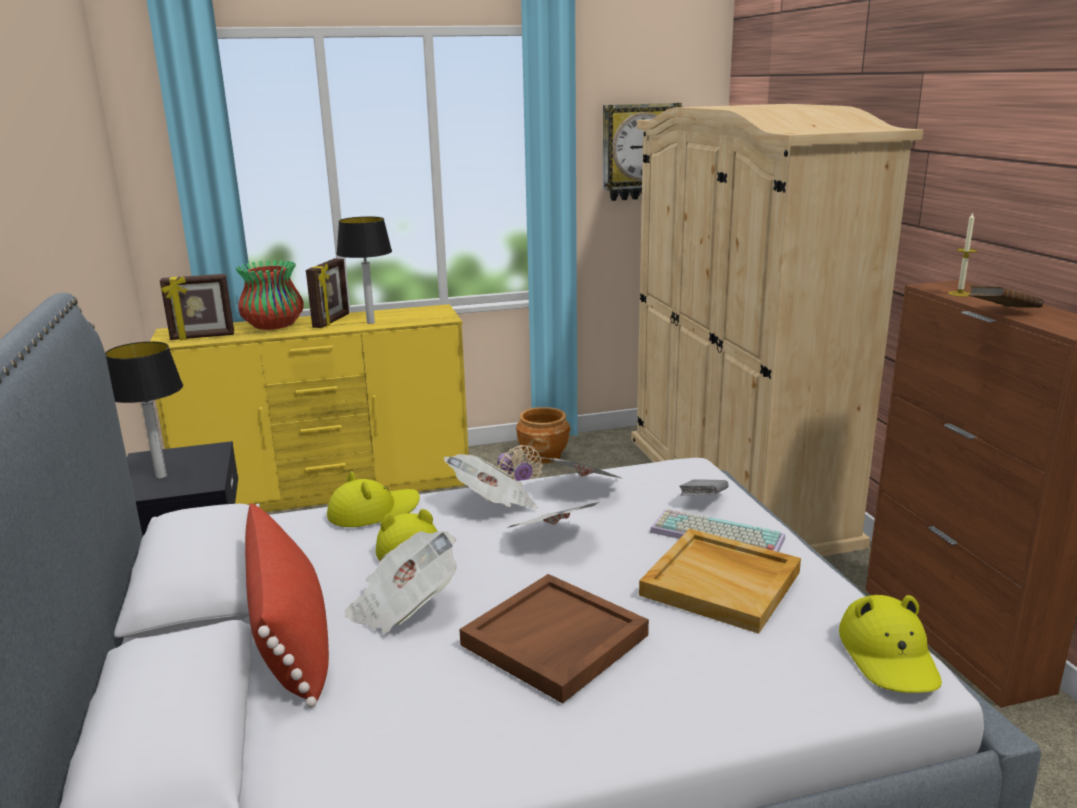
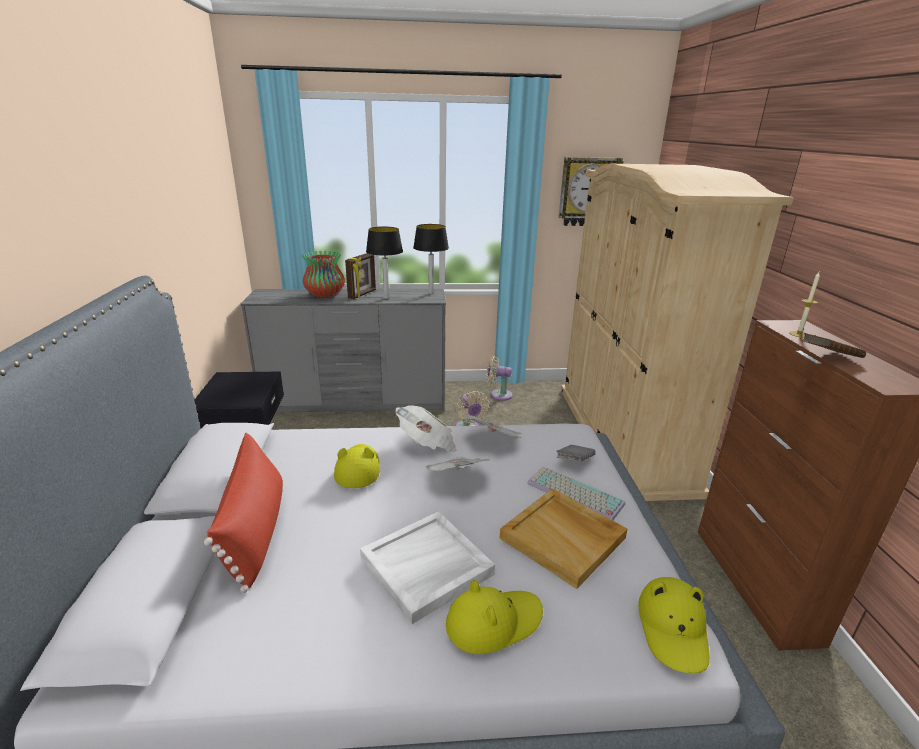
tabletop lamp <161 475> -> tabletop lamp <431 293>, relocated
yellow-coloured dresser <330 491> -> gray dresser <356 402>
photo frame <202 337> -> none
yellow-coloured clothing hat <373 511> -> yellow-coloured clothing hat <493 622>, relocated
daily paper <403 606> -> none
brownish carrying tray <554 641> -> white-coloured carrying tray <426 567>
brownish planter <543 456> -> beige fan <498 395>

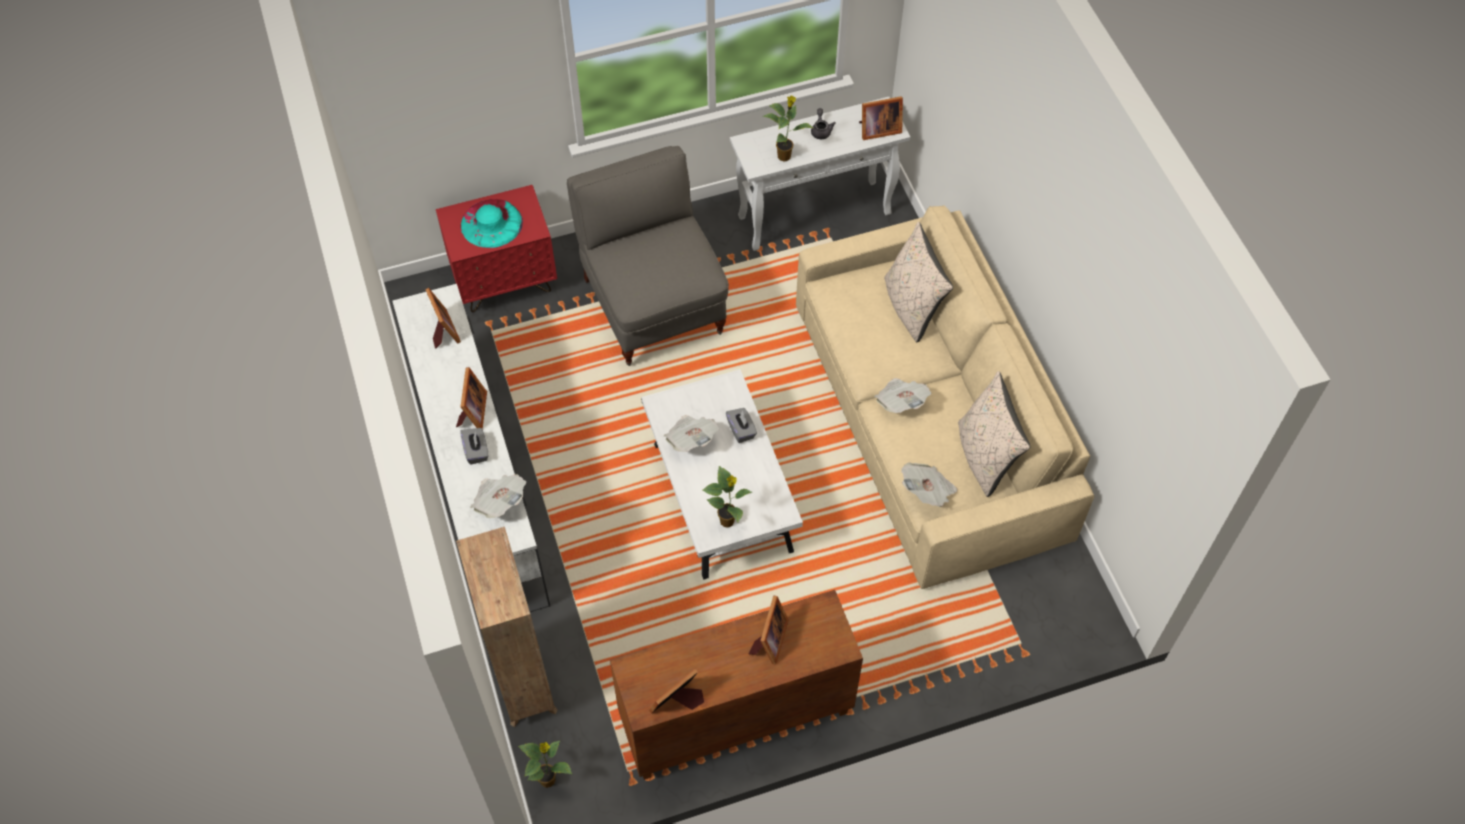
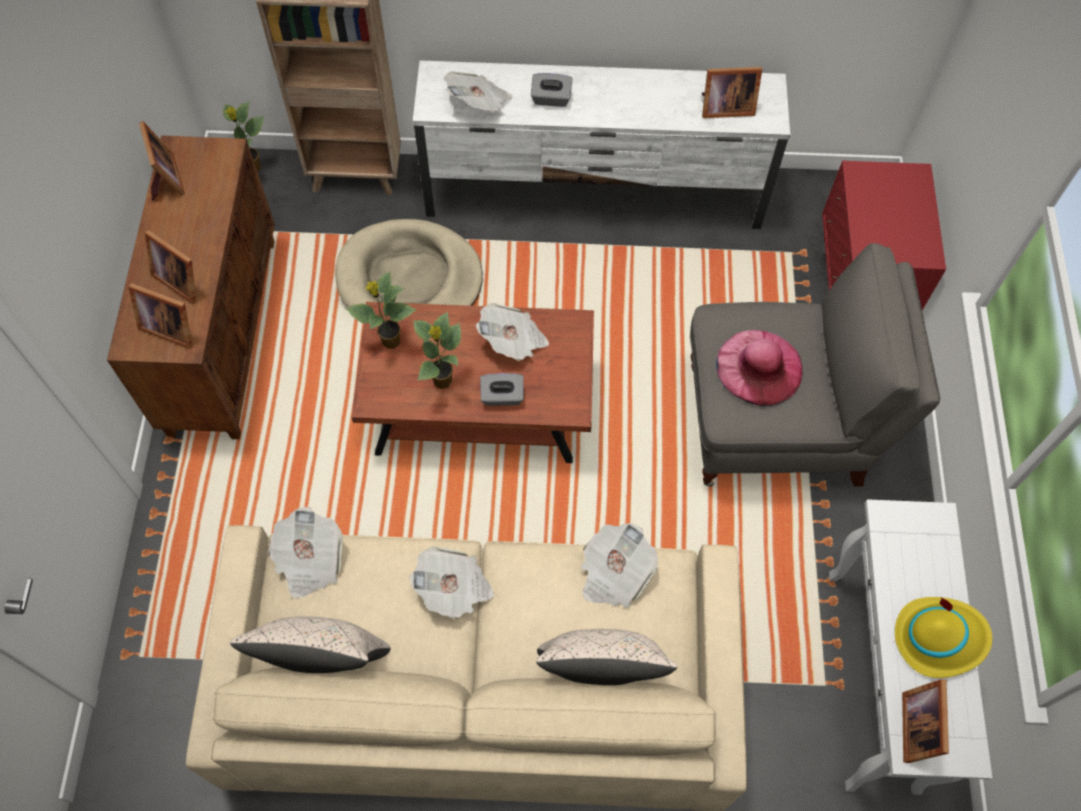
photo frame <472 412> -> photo frame <169 326>, relocated
turquoise-coloured clothing hat <491 223> -> none
white-coloured coffee table <721 497> -> brownish coffee table <478 408>
potted plant <785 156> -> potted plant <443 382>, relocated
gray tea pot <821 130> -> yellow-coloured clothing hat <939 638>
none -> beige dog cushion <409 279>
none -> daily paper <614 573>
none -> pinkish clothing hat <759 367>

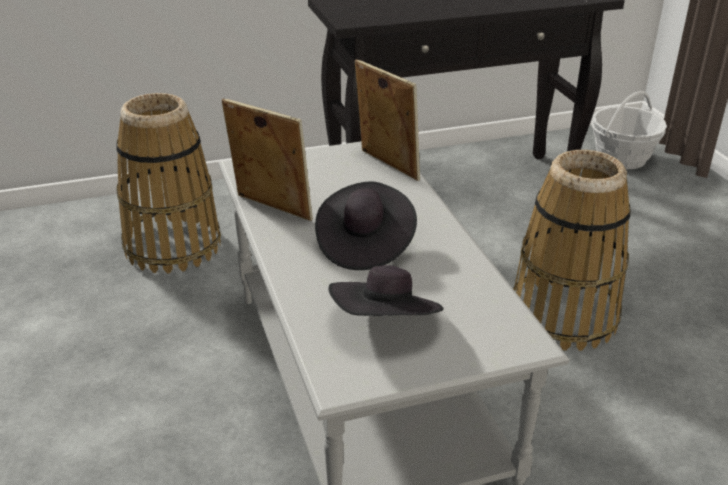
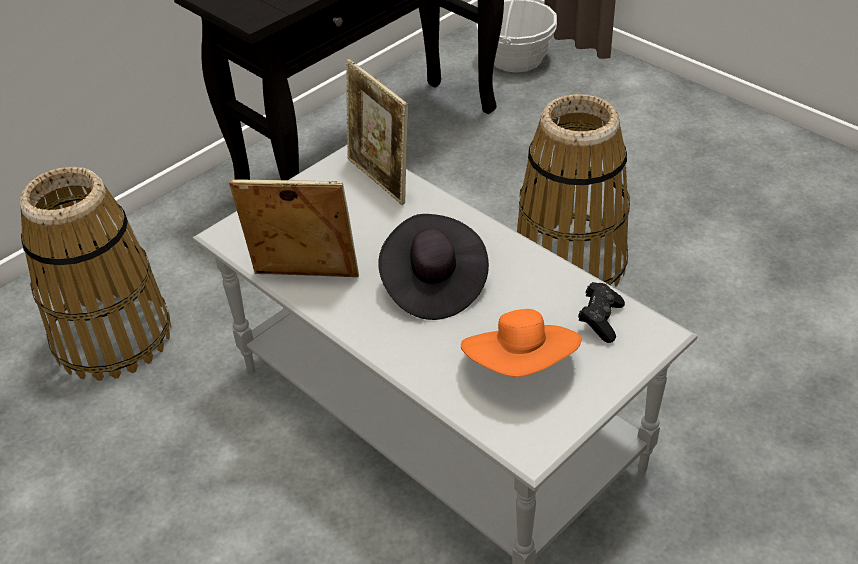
black-coloured clothing hat <386 324> -> orangey clothing hat <521 366>
photo frame <386 166> -> photo frame <380 180>, 150 degrees counterclockwise
none -> black-coloured gamepad <600 320>

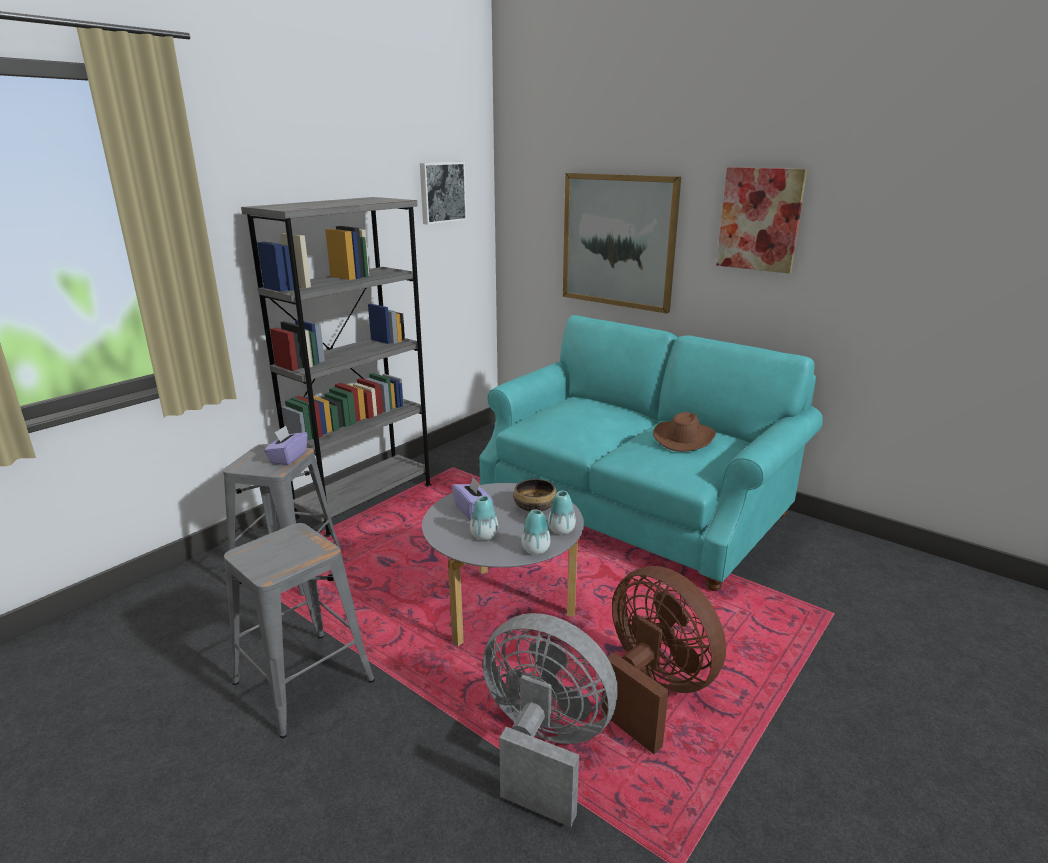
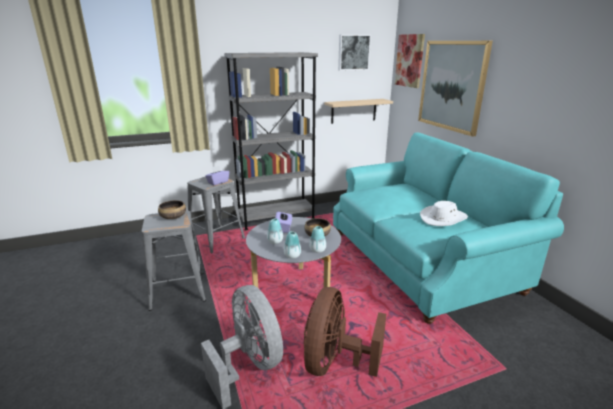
brownish fan <653 689> -> brownish fan <335 362>, 150 degrees counterclockwise
brownish clothing hat <684 438> -> white-coloured clothing hat <443 218>
wall art <760 219> -> wall art <409 60>, relocated
none -> serving bowl <173 217>
none -> shelf <353 111>

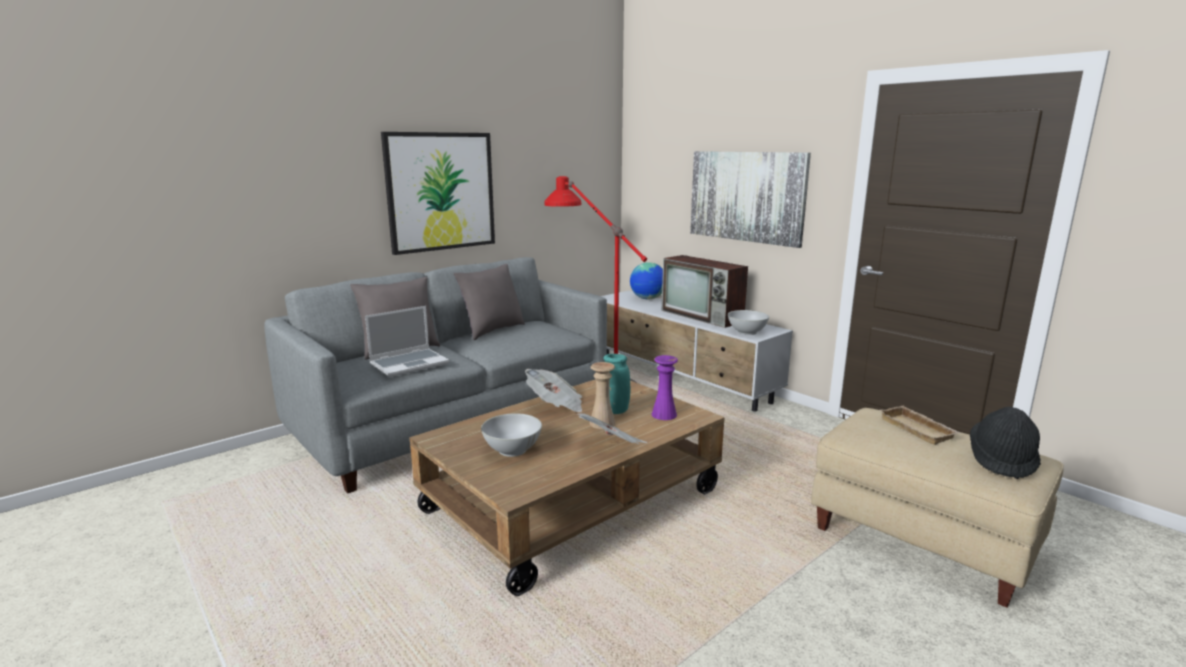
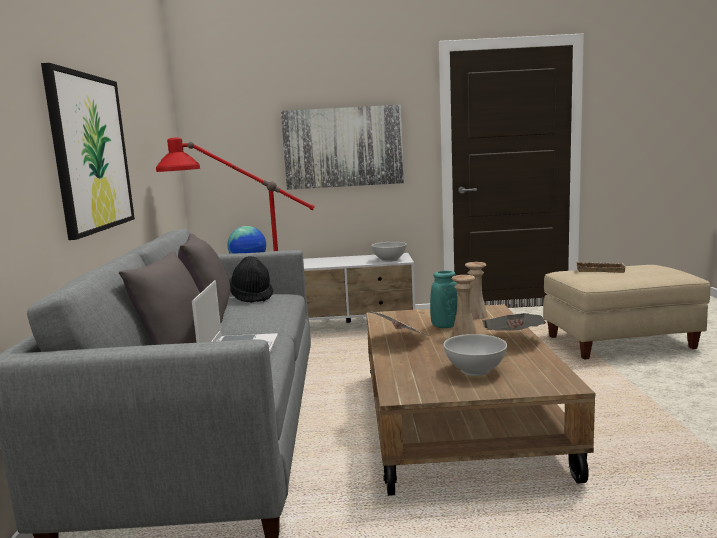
purple-coloured decorative vase <664 414> -> beige decorative vase <476 316>
TV set <703 316> -> none
black-coloured clothing hat <1002 461> -> black-coloured clothing hat <252 297>, relocated

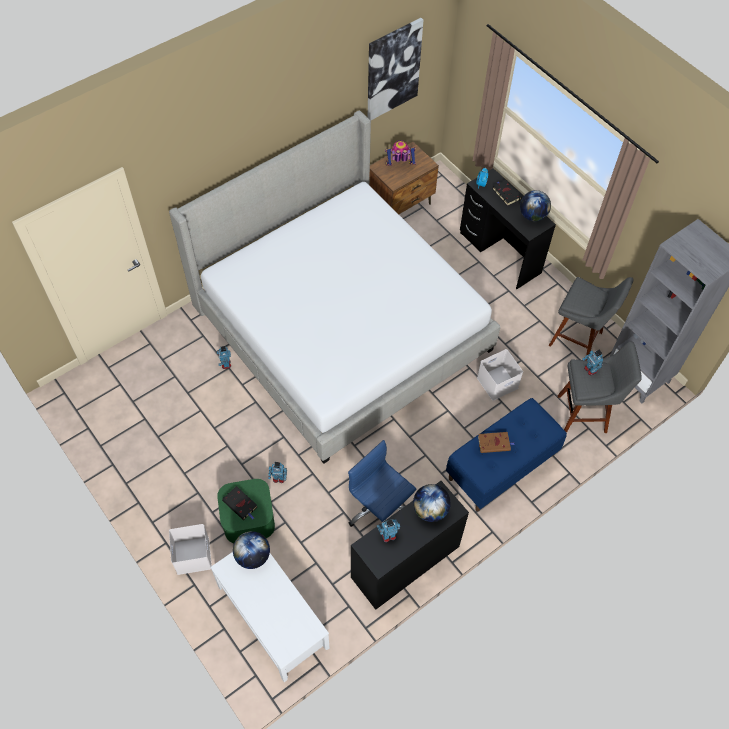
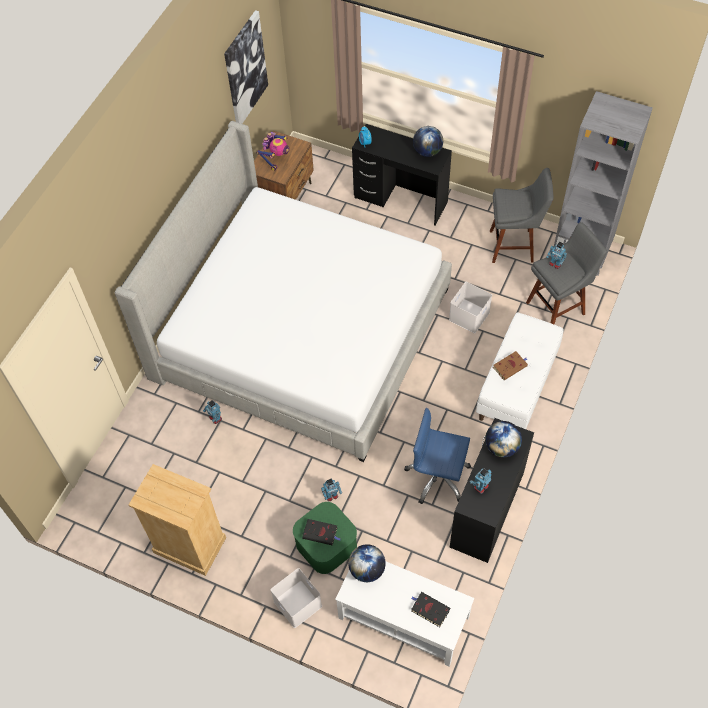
model robot <399 166> -> model robot <276 159>, 150 degrees clockwise
blue-coloured bench <501 467> -> white-coloured bench <517 387>
black-coloured bound book <505 193> -> black-coloured bound book <429 609>, relocated
none -> beige dresser <189 545>

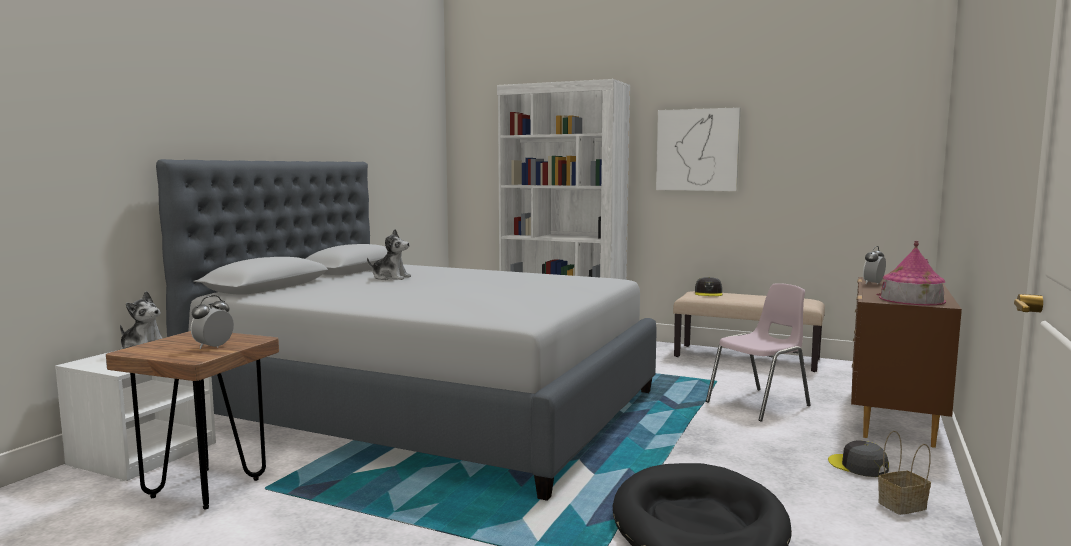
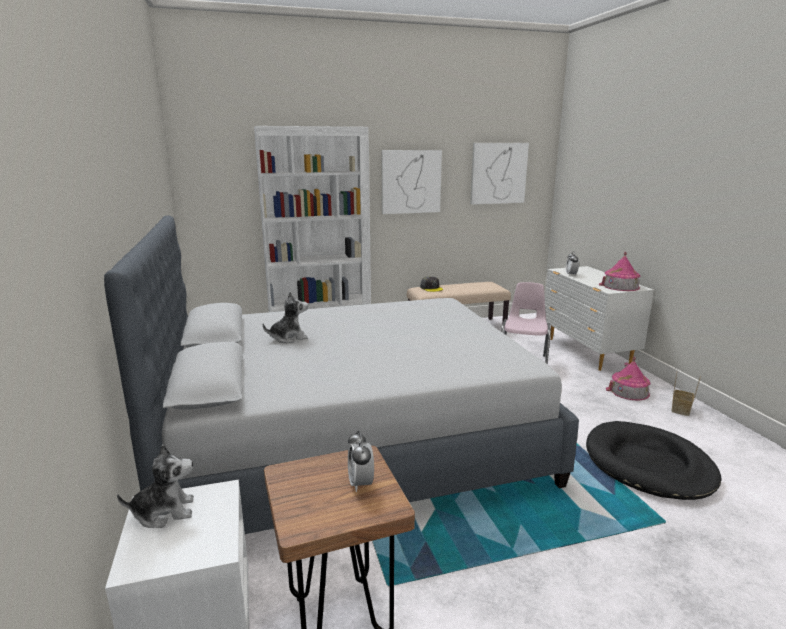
gray baseball cap <858 466> -> model house <628 391>
brownish dresser <893 418> -> white-coloured dresser <587 352>
none -> wall art <498 173>

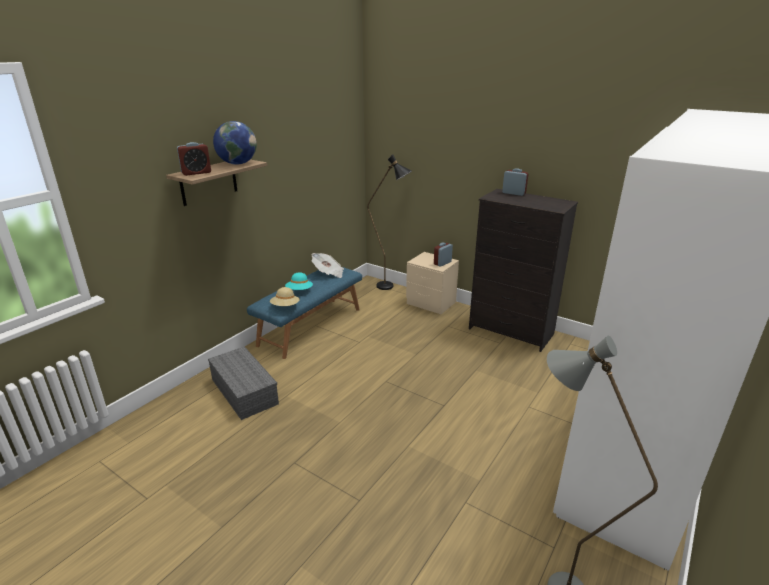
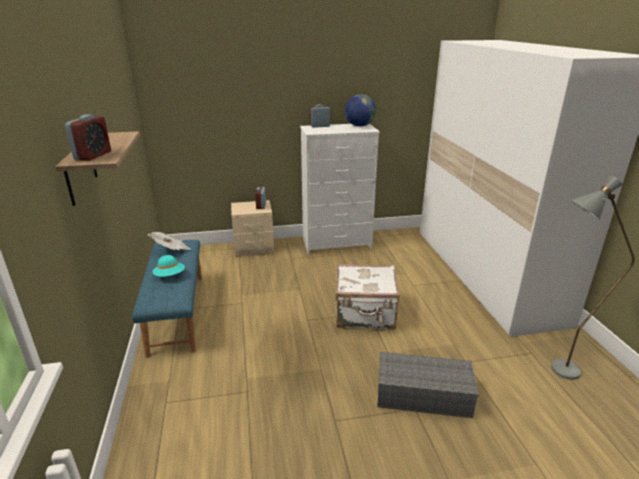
gray storage box <243 391> -> gray storage box <421 395>, relocated
world globe <237 164> -> world globe <359 126>, relocated
beige clothing hat <285 306> -> none
black-coloured standing lamp <390 287> -> none
black-coloured dresser <511 332> -> white-coloured dresser <337 244>
none -> white-coloured travel case <365 314>

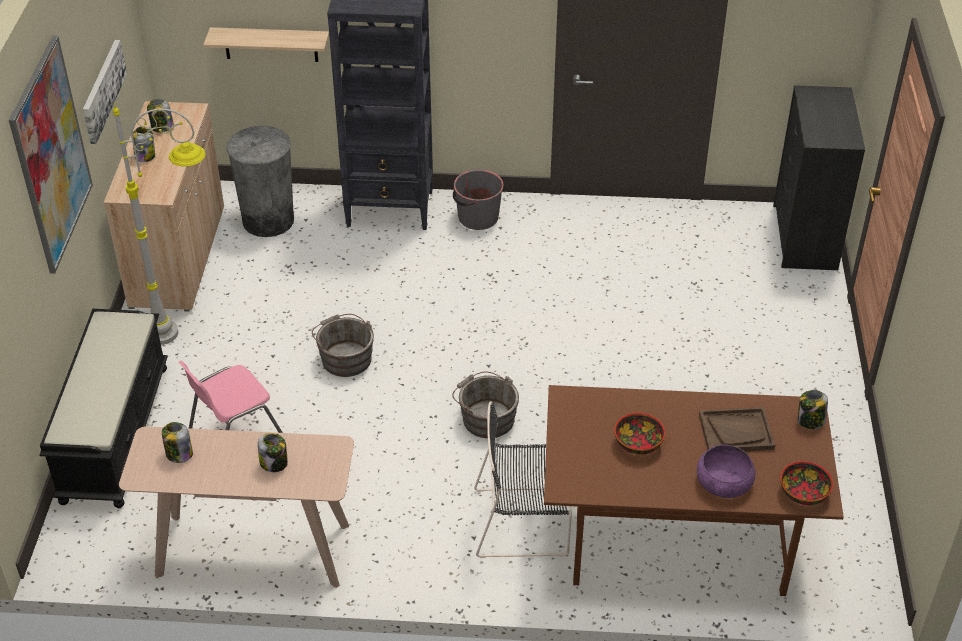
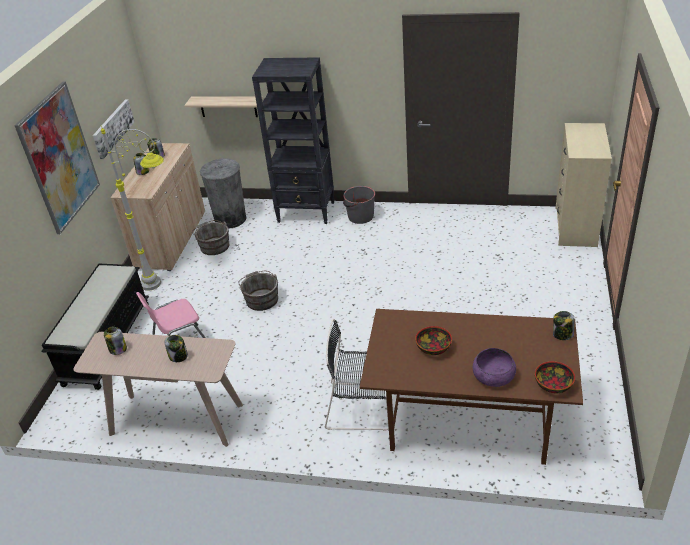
gray water bucket <486 417> -> gray water bucket <214 245>, relocated
brownish carrying tray <736 432> -> none
black-coloured dresser <803 237> -> beige dresser <575 227>

